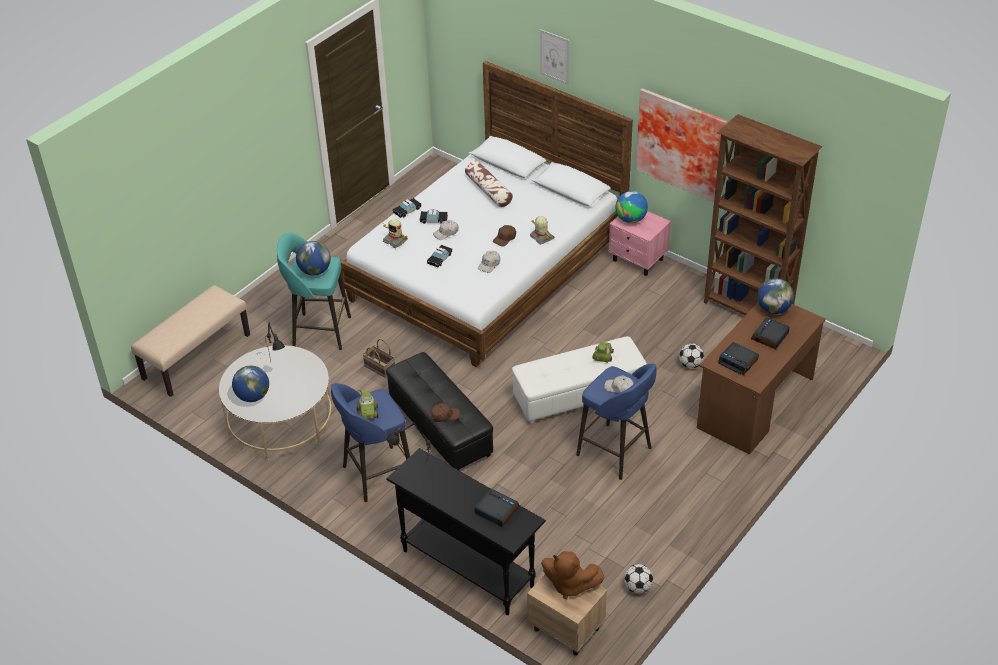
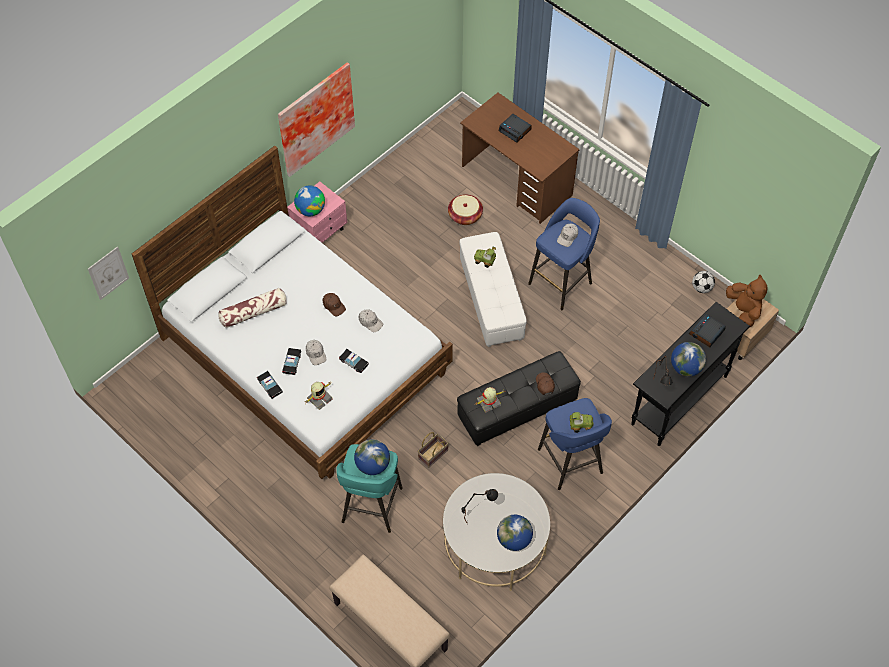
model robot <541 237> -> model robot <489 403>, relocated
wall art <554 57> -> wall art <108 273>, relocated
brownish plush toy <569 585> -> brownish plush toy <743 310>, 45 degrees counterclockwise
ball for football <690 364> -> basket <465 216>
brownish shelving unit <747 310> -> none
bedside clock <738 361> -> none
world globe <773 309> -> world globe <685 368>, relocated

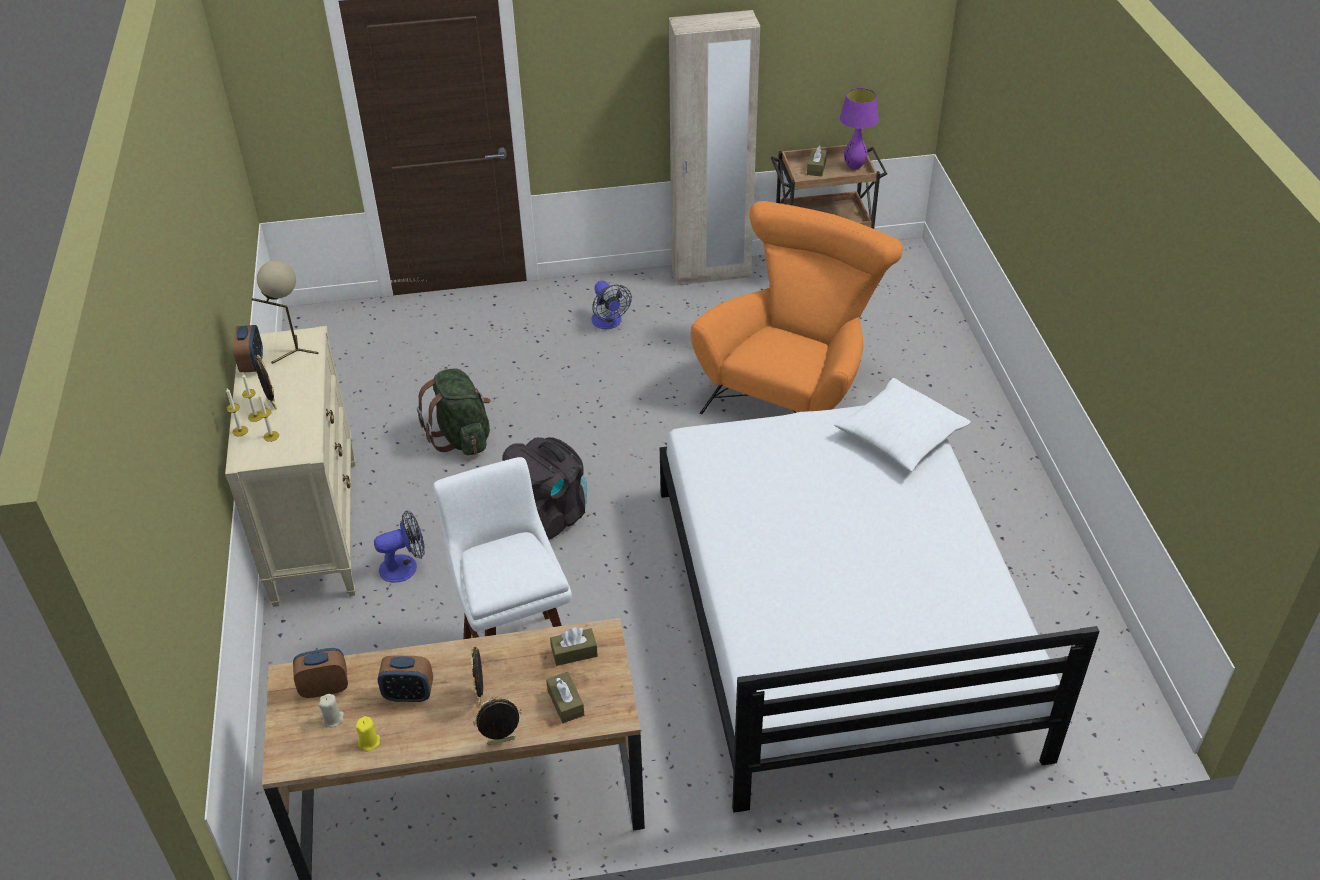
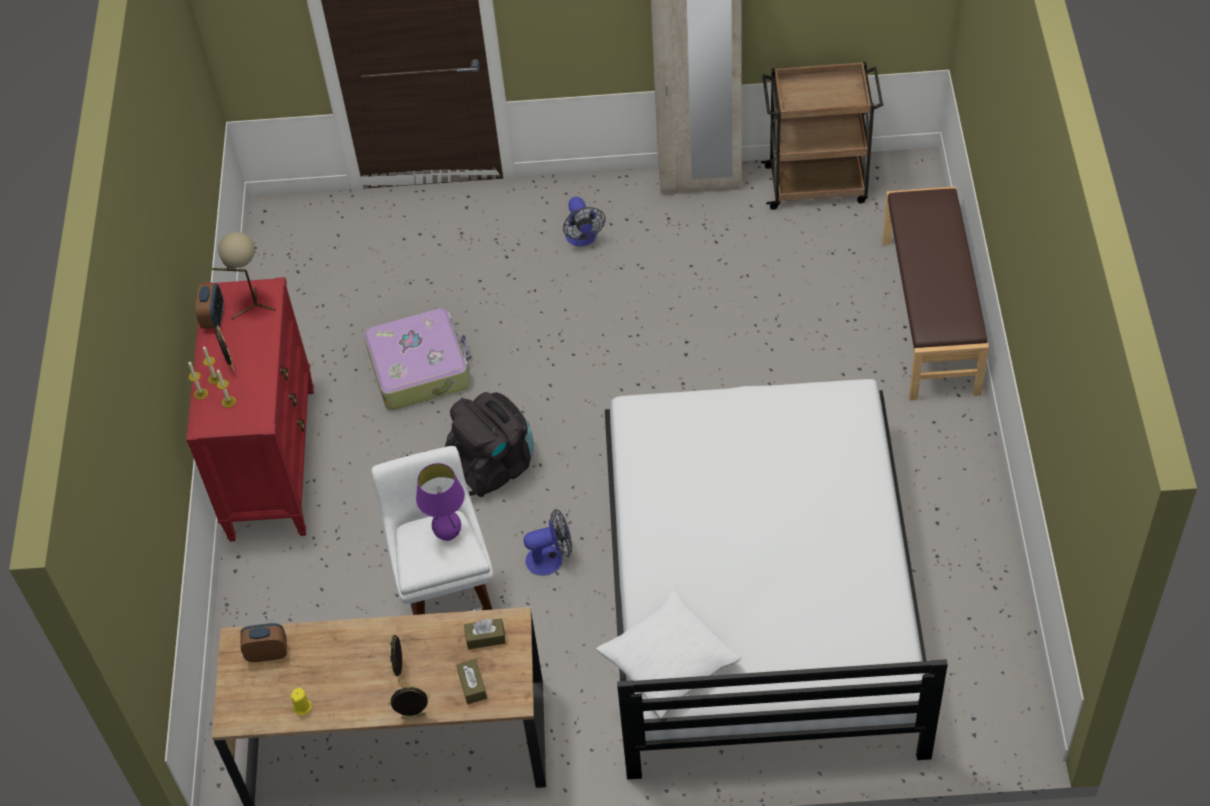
beige dresser <315 530> -> red dresser <272 462>
beige wax light <333 719> -> none
fan <405 566> -> fan <551 558>, relocated
bedside clock <409 694> -> none
green knapsack <462 437> -> travel case <420 368>
orangey lounge chair <791 390> -> none
brownish tissue box <816 168> -> none
white-coloured cushion <900 435> -> white-coloured cushion <668 662>, relocated
purple-coloured tabletop lamp <854 167> -> purple-coloured tabletop lamp <448 534>, relocated
none -> brownish bench <931 316>

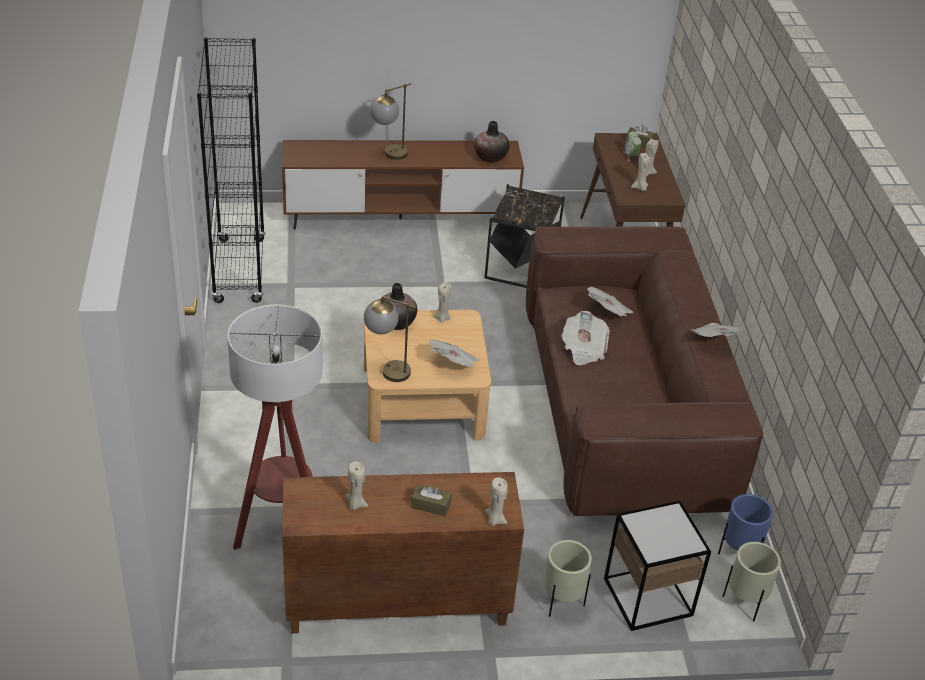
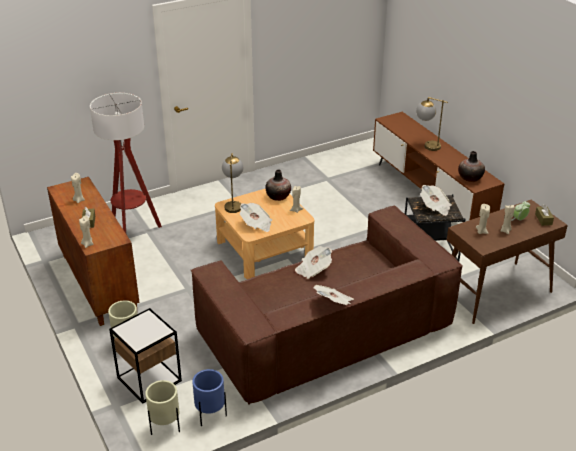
black-coloured shelving unit <239 271> -> none
daily paper <608 312> -> daily paper <435 207>, relocated

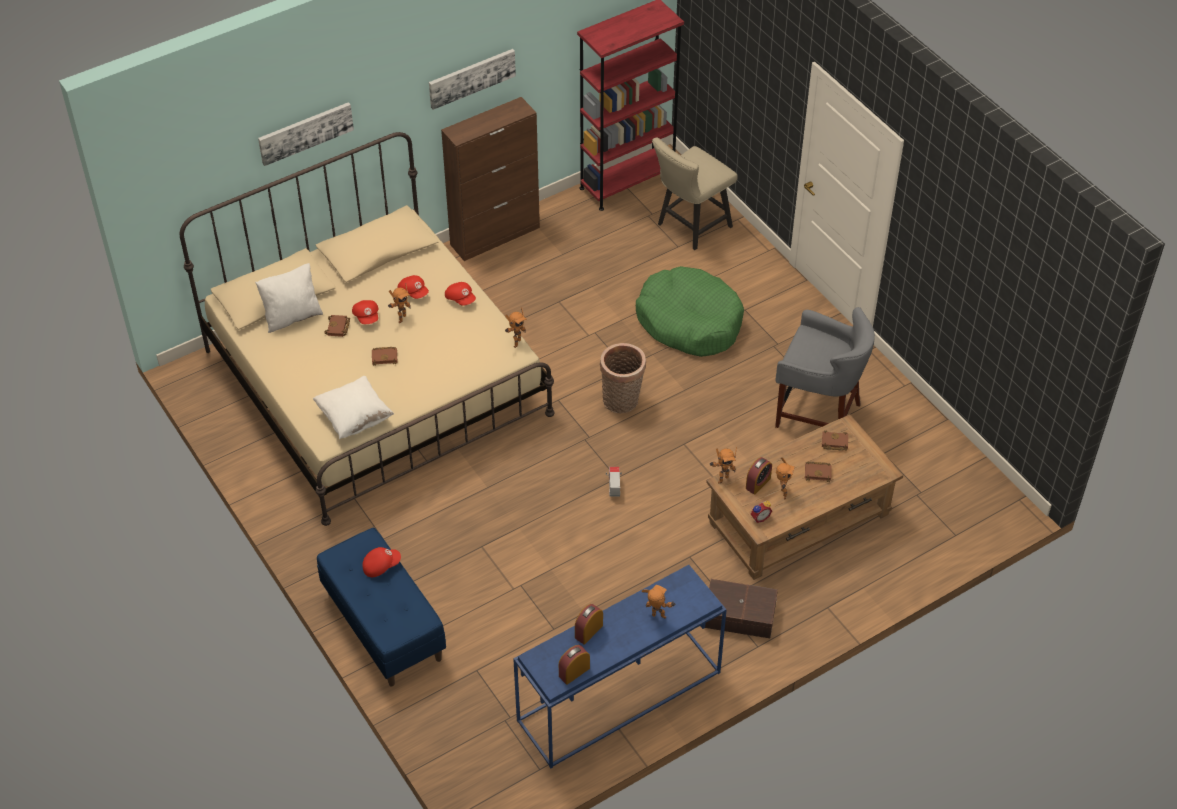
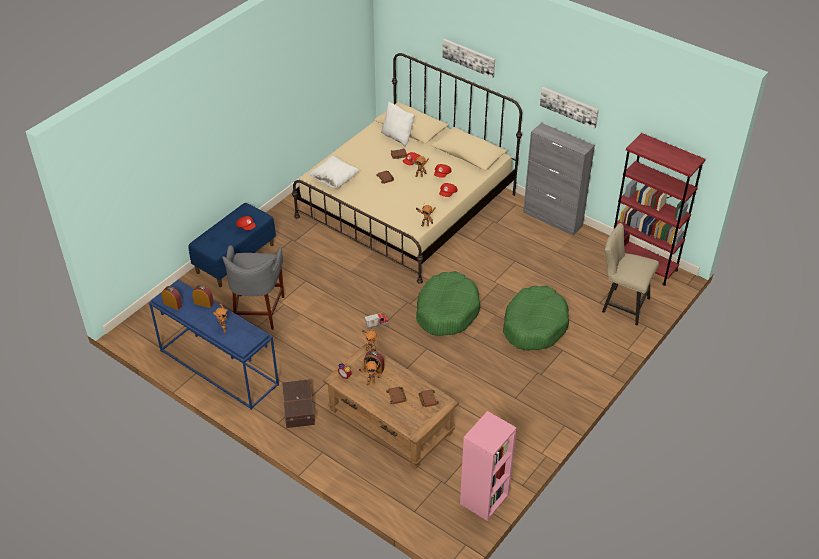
brownish cupboard <495 236> -> gray cupboard <553 219>
basket <622 402> -> green dog cushion <446 311>
gray sitting stool <817 413> -> gray sitting stool <258 311>, relocated
none -> pinkish shelving unit <484 499>

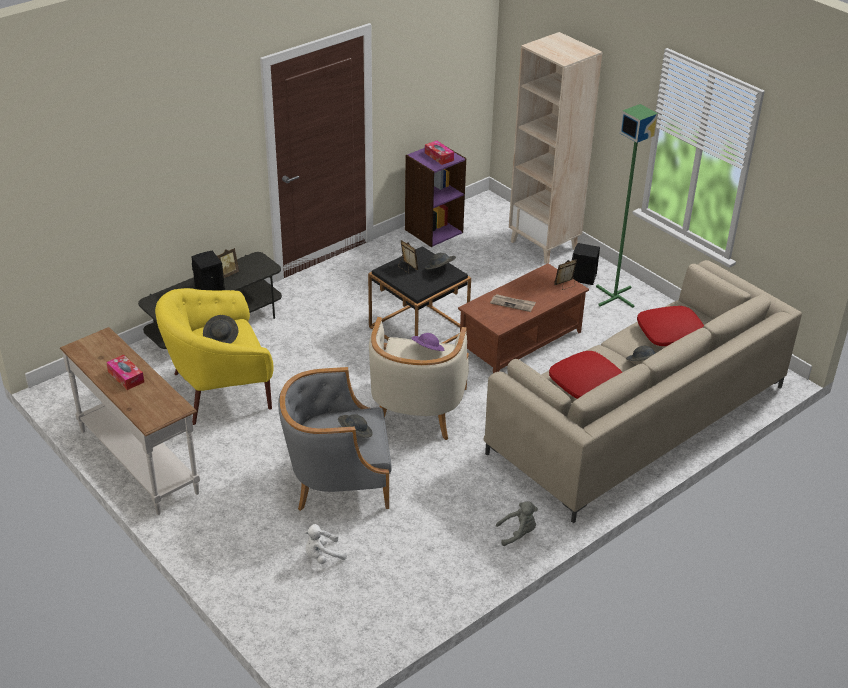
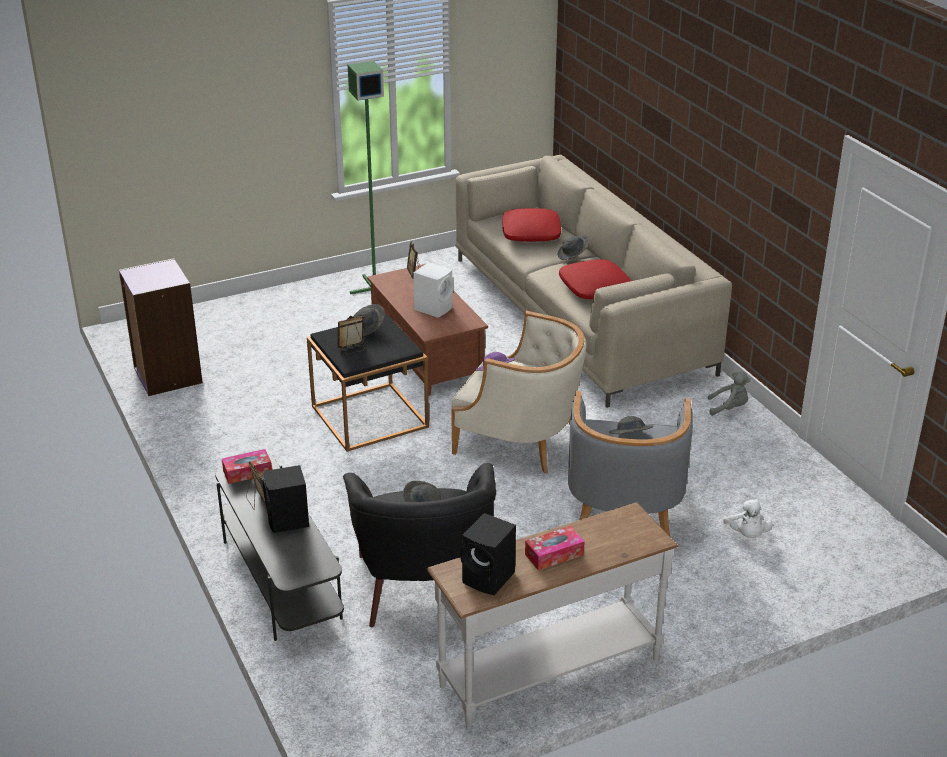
yellow-coloured lounge chair <221 390> -> black-coloured lounge chair <424 586>
tissue box <439 156> -> tissue box <247 472>, relocated
daily paper <513 304> -> white-coloured speaker <434 308>
gray plush toy <518 533> -> gray plush toy <729 408>, 90 degrees clockwise
beige shelving unit <544 245> -> none
black-coloured speaker <583 278> -> black-coloured speaker <490 578>, relocated

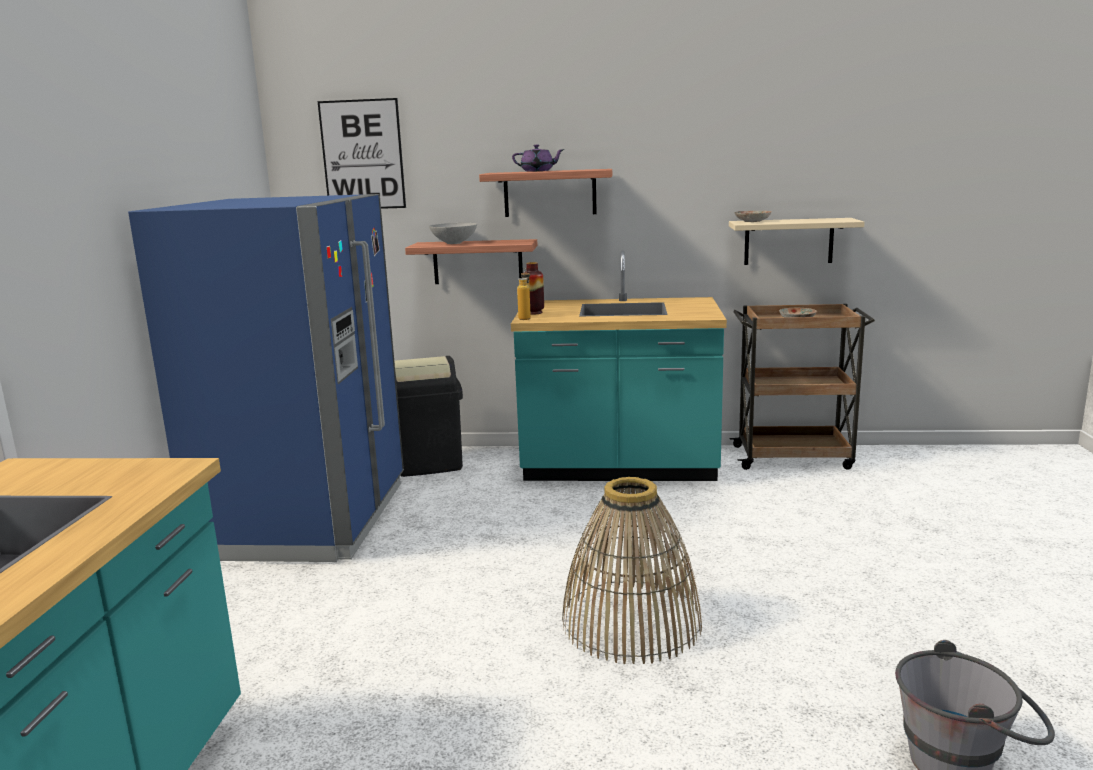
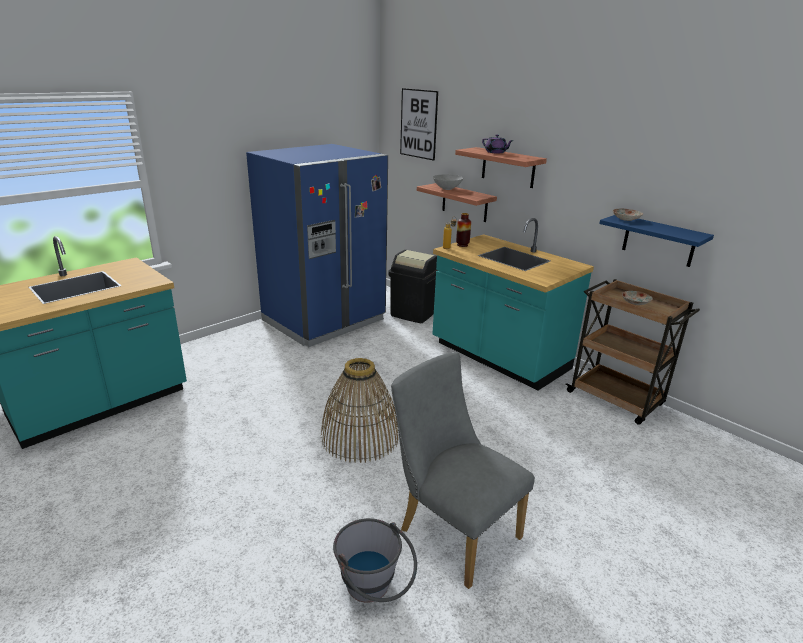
beige shelf <788 241> -> blue-coloured shelf <658 241>
none -> gray upright chair <452 530>

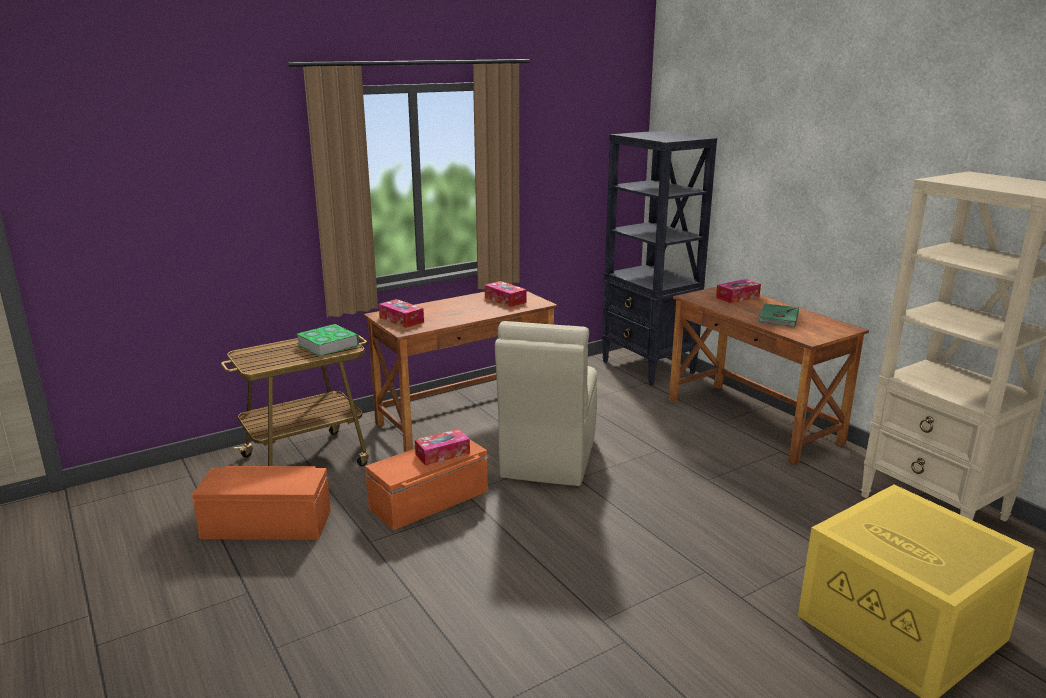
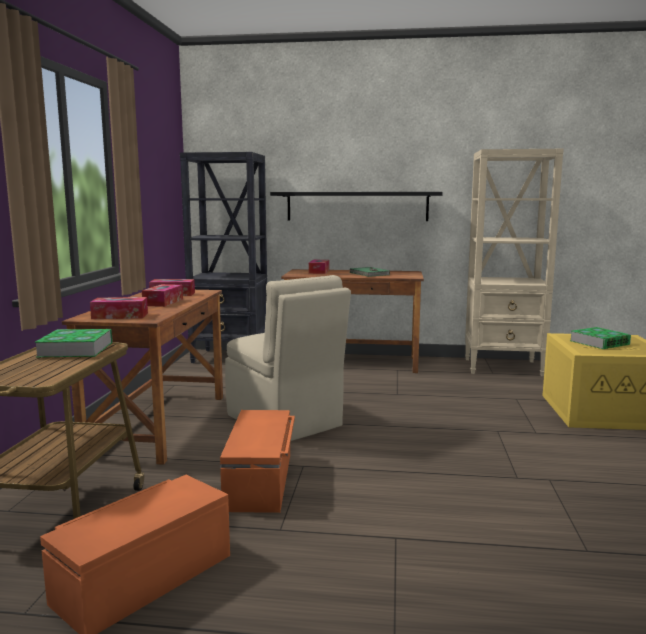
tissue box <442 454> -> tissue box <163 302>, relocated
none -> black-coloured shelf <357 206>
none -> bound book <599 342>

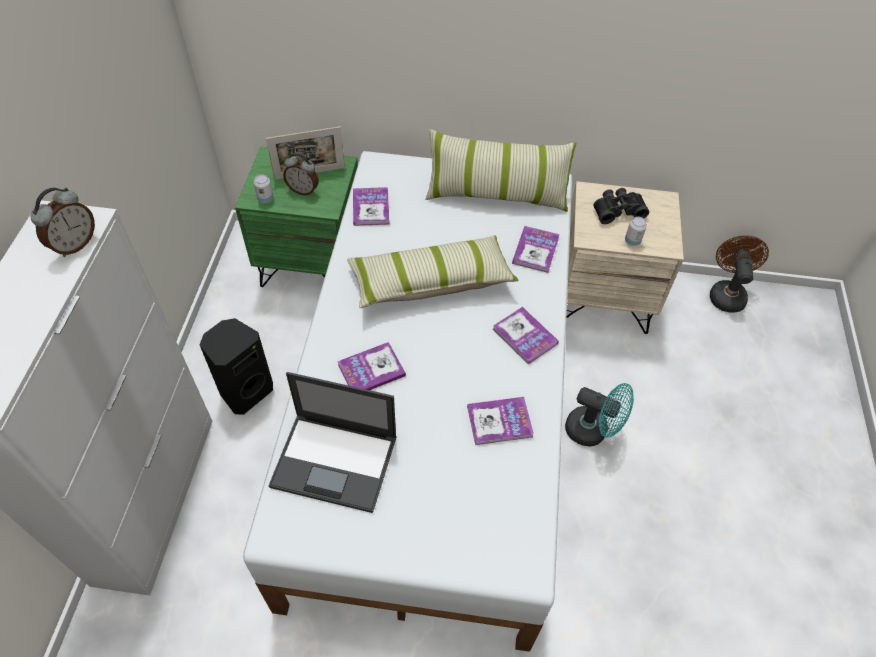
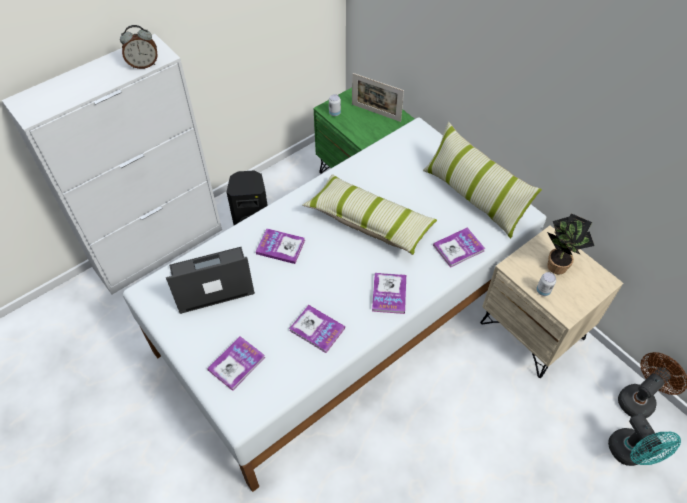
laptop <336 462> -> laptop <210 280>, 105 degrees clockwise
bedside clock <303 190> -> none
bound book <371 207> -> bound book <236 363>, relocated
turquoise-coloured fan <593 431> -> turquoise-coloured fan <630 454>, relocated
black-coloured pair of binoculars <617 210> -> potted plant <557 263>

